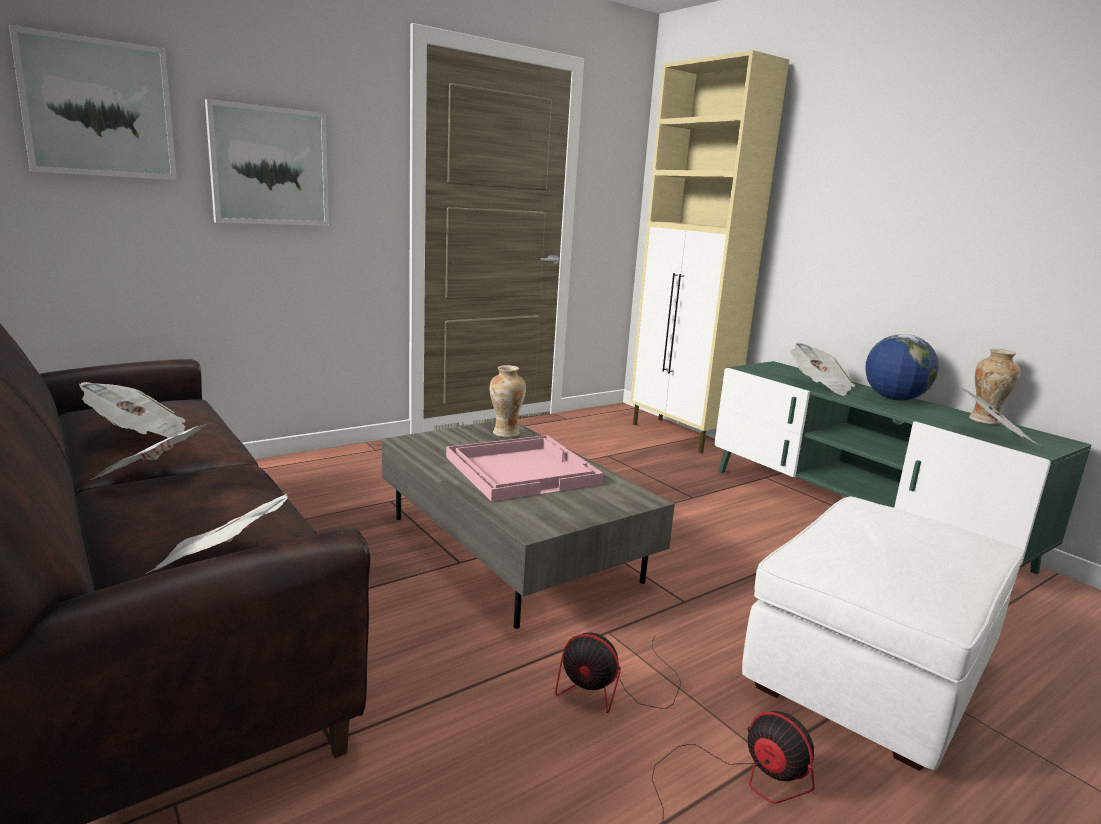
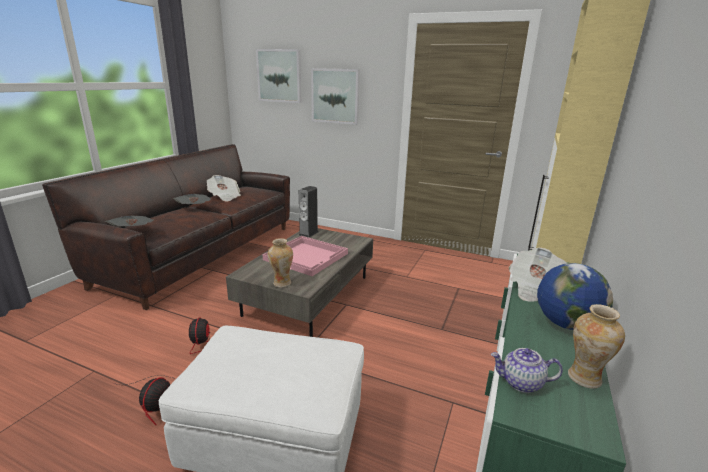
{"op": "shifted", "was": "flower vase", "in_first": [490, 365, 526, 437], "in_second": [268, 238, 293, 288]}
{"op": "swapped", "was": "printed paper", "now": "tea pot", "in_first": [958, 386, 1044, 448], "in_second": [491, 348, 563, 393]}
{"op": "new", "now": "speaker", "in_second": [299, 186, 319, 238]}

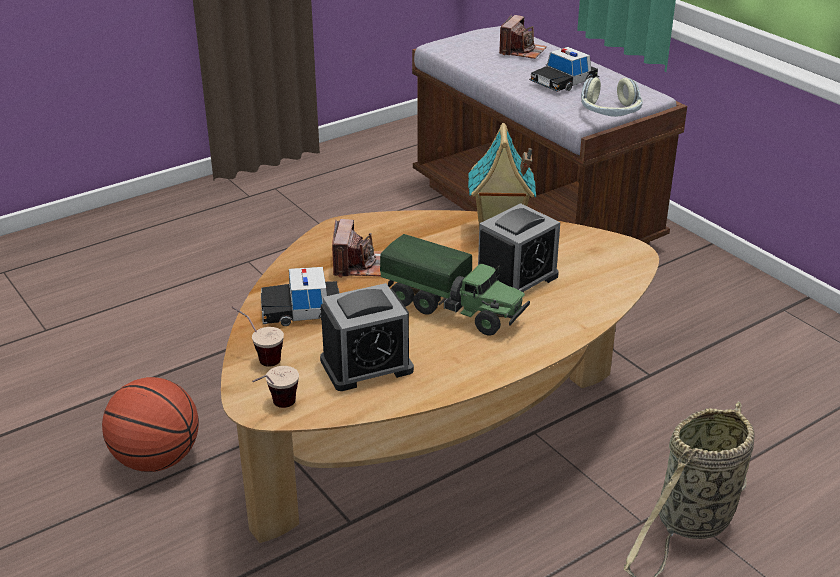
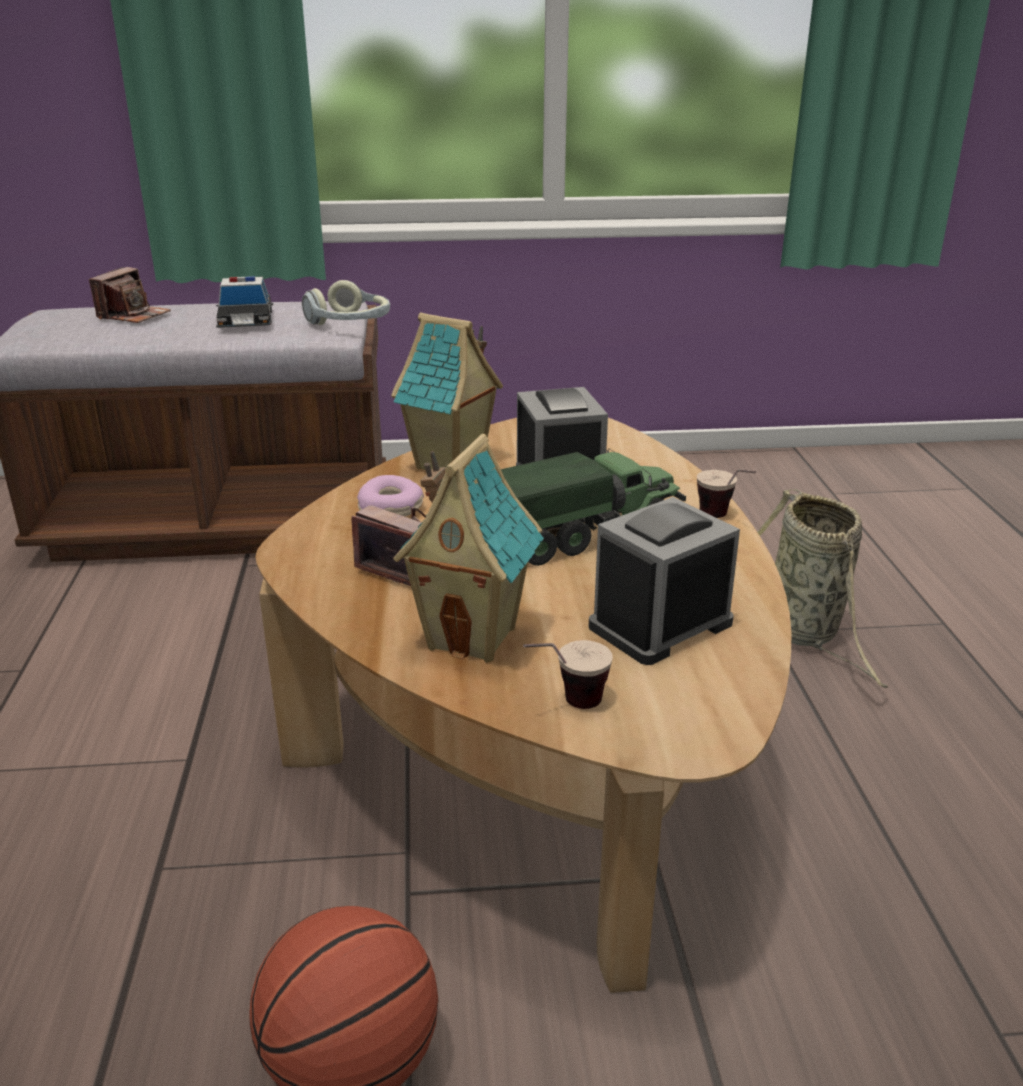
{"op": "rotated", "was": "still camera", "in_first": [499, 15, 547, 59], "in_second": [89, 267, 171, 323], "clockwise": 60}
{"op": "swapped", "was": "model car", "now": "miniature house", "in_first": [261, 267, 339, 326], "in_second": [393, 434, 544, 663]}
{"op": "rotated", "was": "bedside clock", "in_first": [320, 283, 414, 391], "in_second": [589, 497, 740, 665], "clockwise": -135}
{"op": "shifted", "was": "small cup", "in_first": [252, 366, 299, 408], "in_second": [697, 469, 756, 518]}
{"op": "new", "now": "donut", "in_second": [357, 475, 424, 517]}

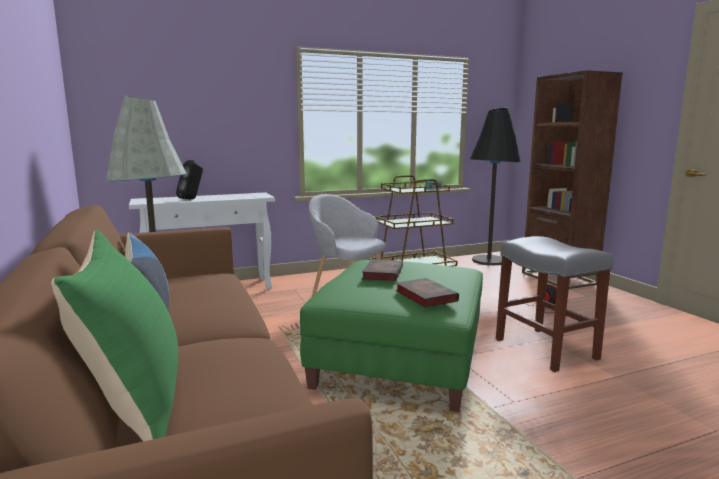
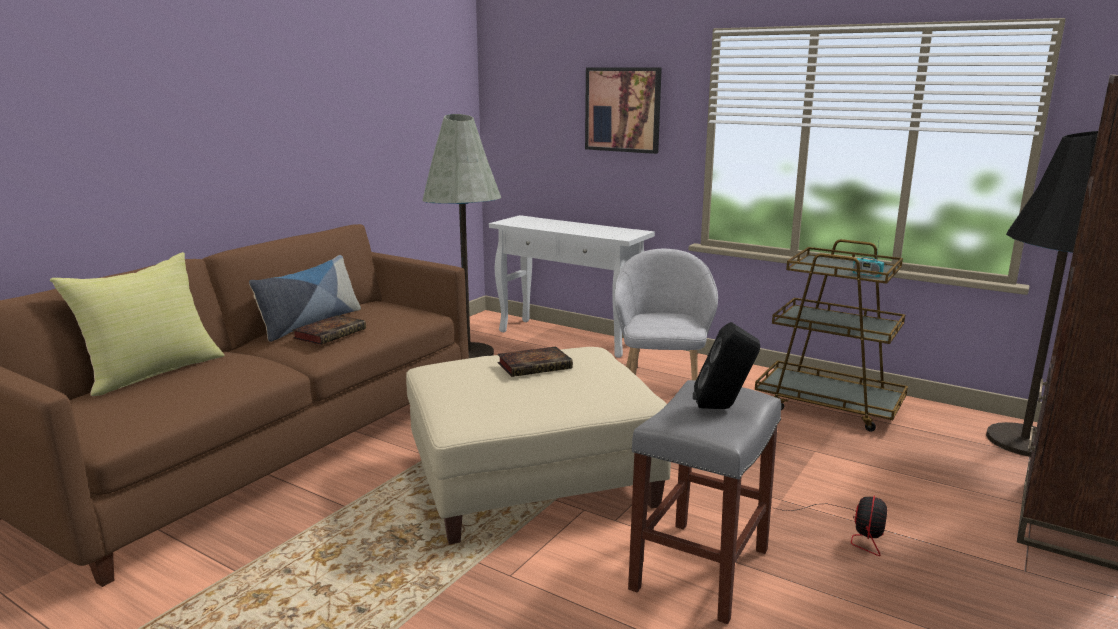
{"op": "shifted", "was": "black speaker", "in_first": [176, 160, 203, 200], "in_second": [693, 322, 760, 409]}
{"op": "repainted", "was": "green-coloured cushion", "now": "yellow cushion", "in_first": [51, 230, 178, 441], "in_second": [50, 252, 224, 396]}
{"op": "repainted", "was": "green-coloured footrest", "now": "beige footrest", "in_first": [300, 260, 483, 412], "in_second": [406, 347, 671, 544]}
{"op": "shifted", "was": "bound book", "in_first": [396, 278, 459, 308], "in_second": [292, 315, 366, 345]}
{"op": "new", "now": "picture", "in_second": [585, 67, 662, 154]}

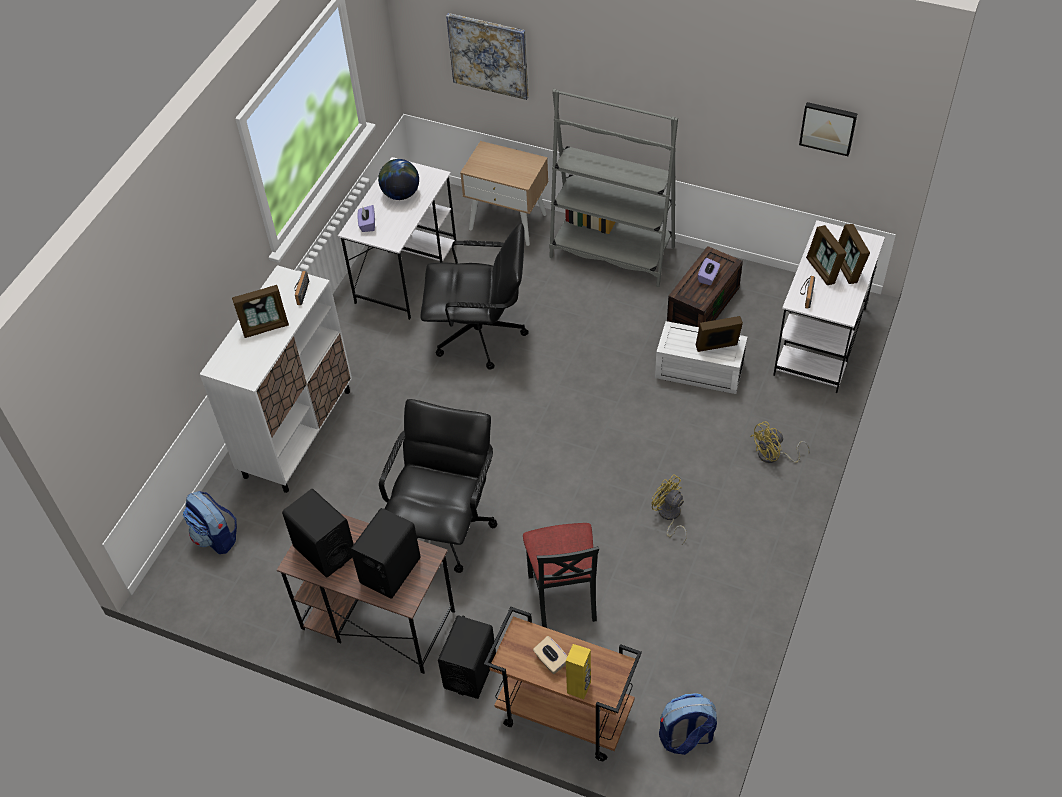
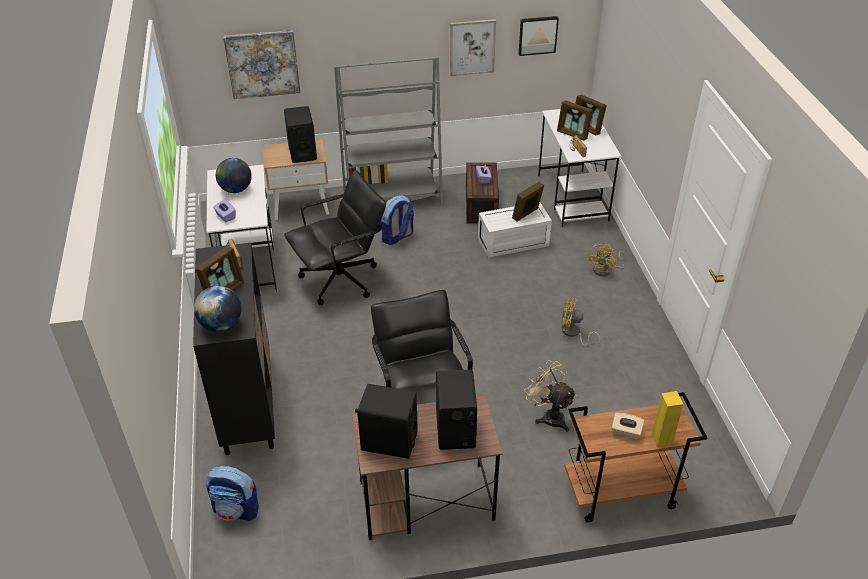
{"op": "repainted", "was": "white cabinet", "now": "black cabinet", "in_first": [200, 265, 352, 493], "in_second": [193, 243, 275, 455]}
{"op": "swapped", "was": "black chair", "now": "beige electric fan", "in_first": [523, 523, 599, 628], "in_second": [524, 360, 577, 432]}
{"op": "shifted", "was": "black speaker", "in_first": [438, 615, 496, 699], "in_second": [284, 106, 317, 163]}
{"op": "shifted", "was": "backpack", "in_first": [659, 693, 717, 755], "in_second": [381, 195, 414, 245]}
{"op": "new", "now": "picture", "in_second": [450, 19, 496, 76]}
{"op": "new", "now": "world globe", "in_second": [194, 286, 241, 332]}

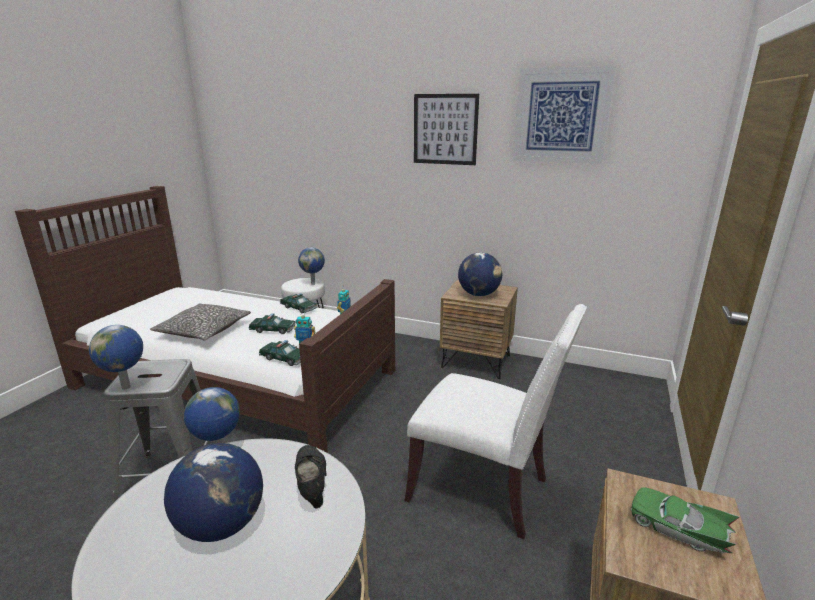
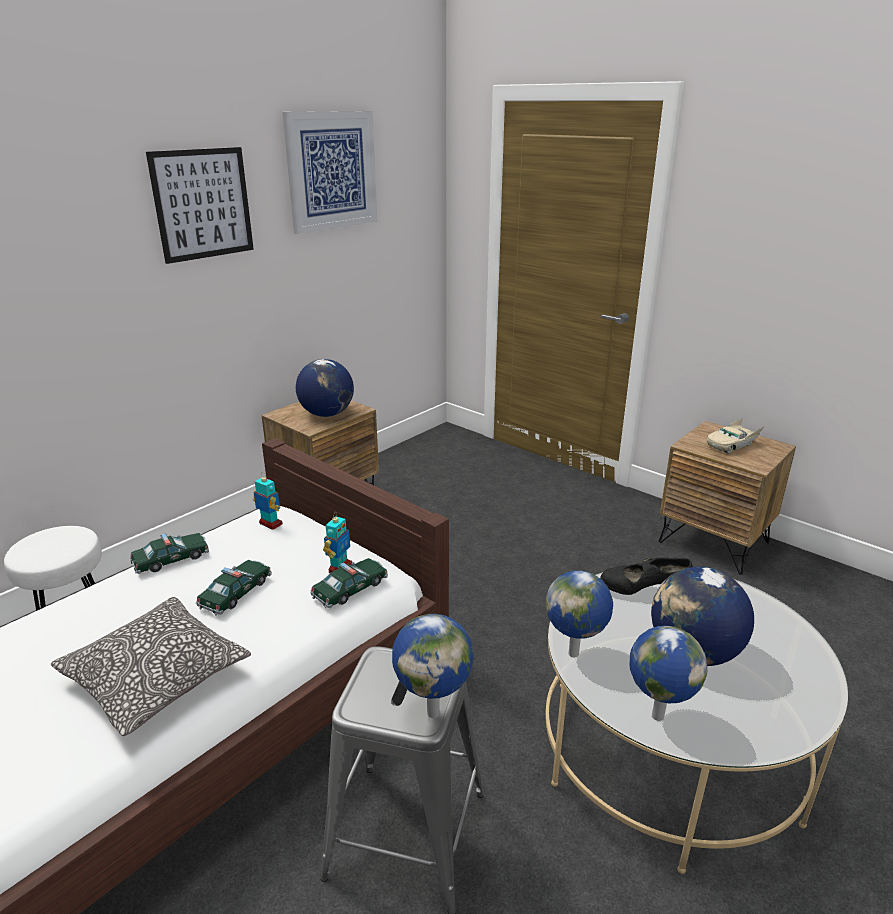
{"op": "shifted", "was": "world globe", "in_first": [298, 247, 325, 285], "in_second": [629, 626, 707, 721]}
{"op": "gone", "was": "white chair", "in_first": [404, 304, 587, 539]}
{"op": "repainted", "was": "green-coloured model car", "now": "beige model car", "in_first": [631, 487, 739, 553], "in_second": [707, 418, 764, 453]}

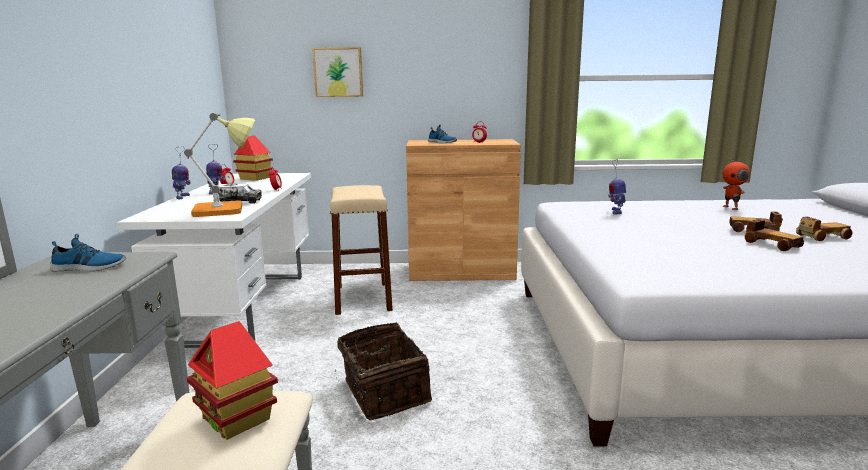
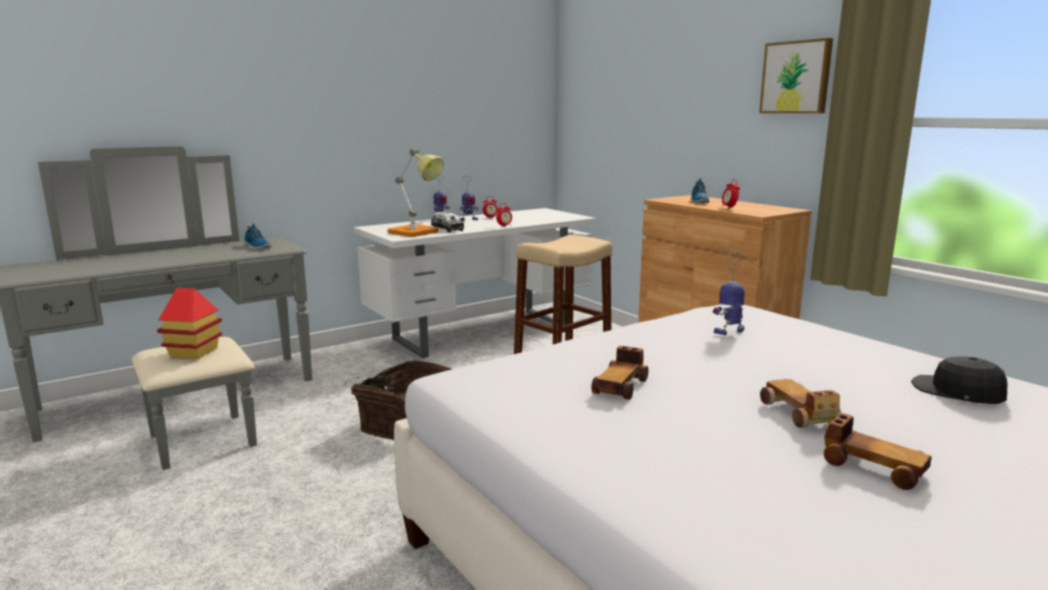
{"op": "shifted", "was": "picture", "in_first": [312, 47, 363, 97], "in_second": [759, 38, 833, 113]}
{"op": "gone", "was": "miniature house", "in_first": [233, 136, 273, 181]}
{"op": "swapped", "was": "model robot", "now": "black baseball cap", "in_first": [723, 157, 750, 210], "in_second": [911, 356, 1007, 404]}
{"op": "shifted", "was": "model car", "in_first": [745, 219, 804, 251], "in_second": [591, 346, 648, 400]}

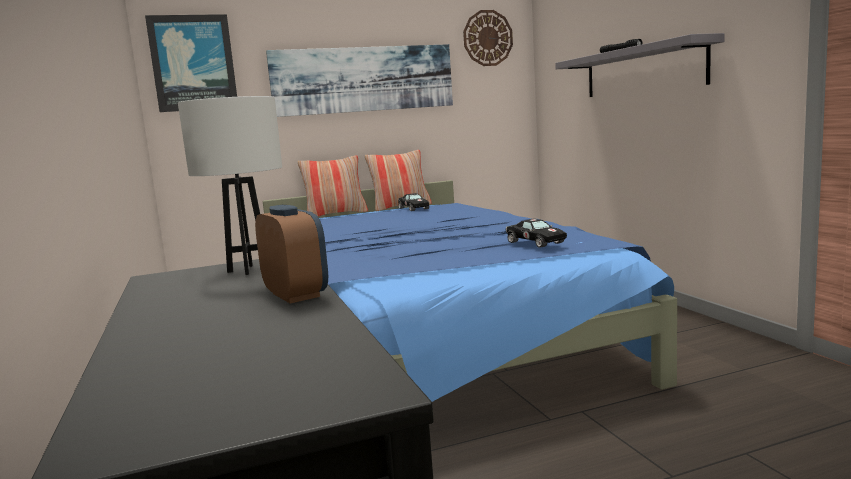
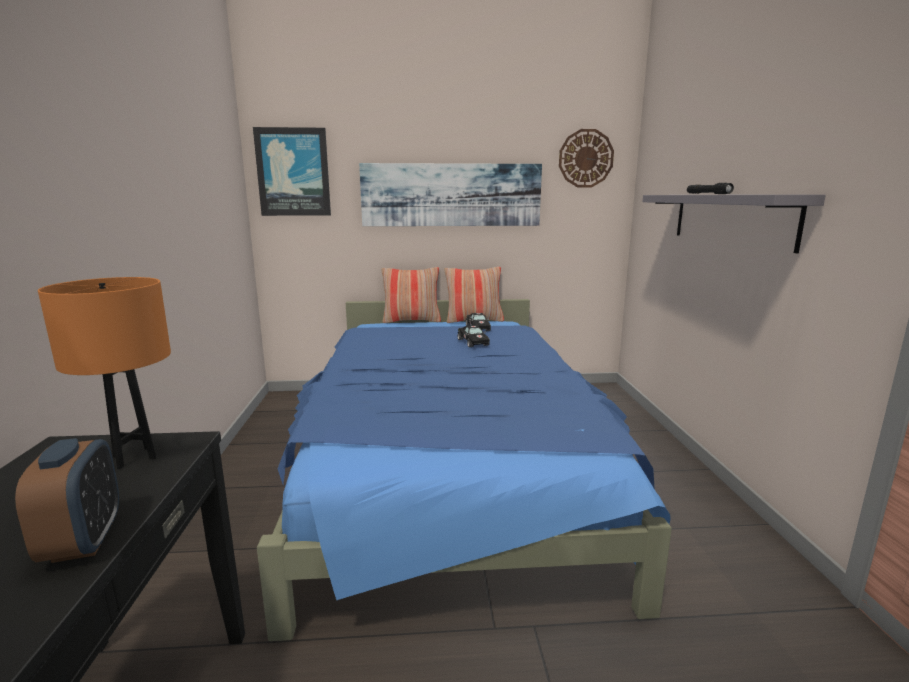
{"op": "repainted", "was": "white table lamp", "now": "orange table lamp", "in_first": [178, 96, 282, 275], "in_second": [38, 277, 171, 469]}
{"op": "shifted", "was": "black model car", "in_first": [506, 219, 567, 248], "in_second": [458, 325, 490, 347]}

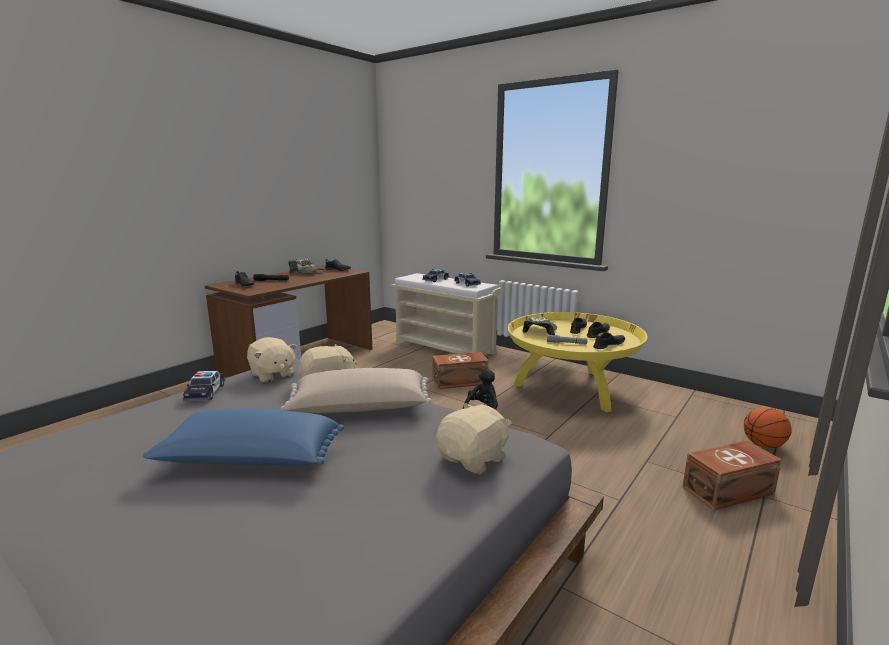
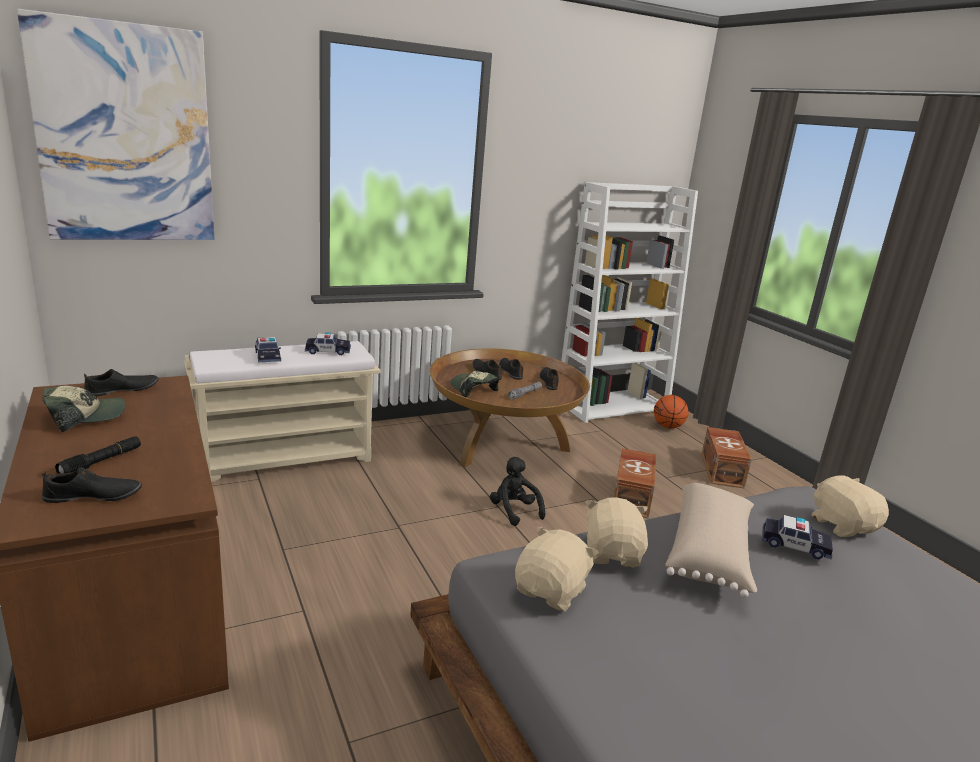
{"op": "repainted", "was": "yellow lounge table", "now": "brown lounge table", "in_first": [508, 312, 647, 412], "in_second": [430, 348, 590, 467]}
{"op": "rotated", "was": "beige cuddly toy", "in_first": [247, 337, 296, 383], "in_second": [515, 526, 599, 612], "clockwise": -45}
{"op": "shifted", "was": "brown storage container", "in_first": [432, 352, 489, 389], "in_second": [614, 448, 656, 518]}
{"op": "shifted", "was": "model car", "in_first": [183, 371, 225, 401], "in_second": [762, 515, 833, 560]}
{"op": "gone", "was": "blue-coloured cushion", "in_first": [143, 409, 344, 465]}
{"op": "new", "now": "picture", "in_second": [17, 9, 215, 240]}
{"op": "new", "now": "white bookcase", "in_second": [561, 182, 698, 423]}

